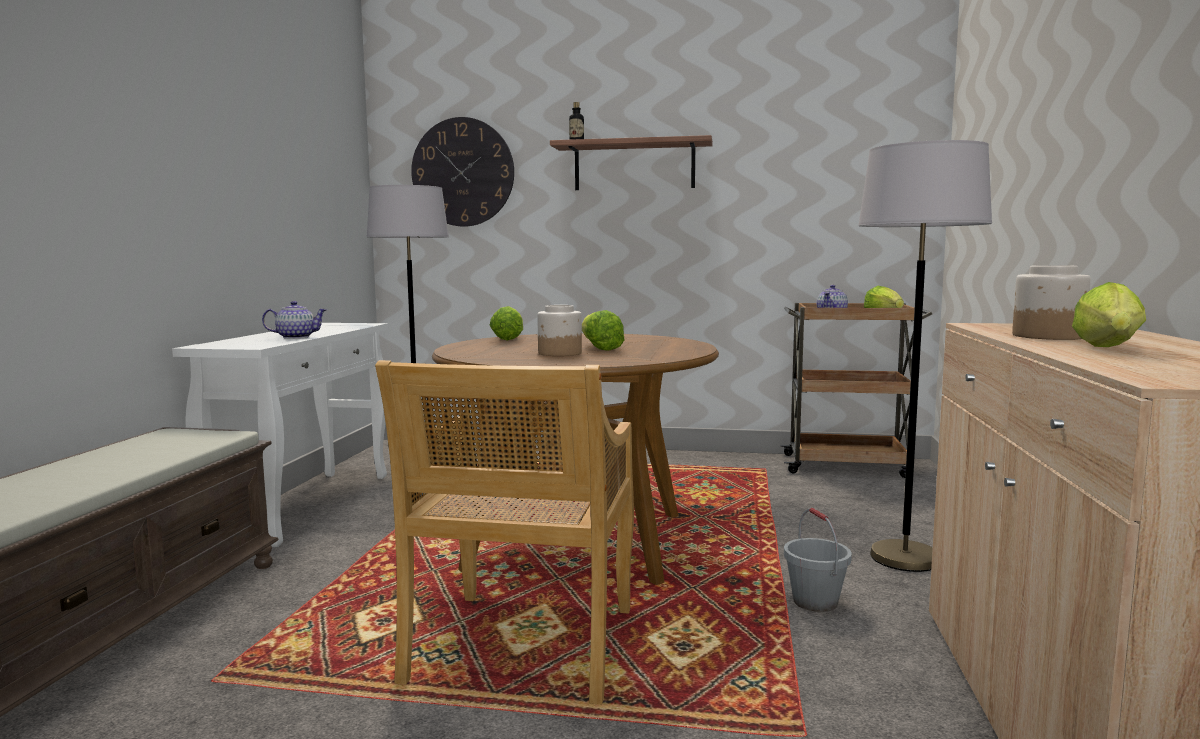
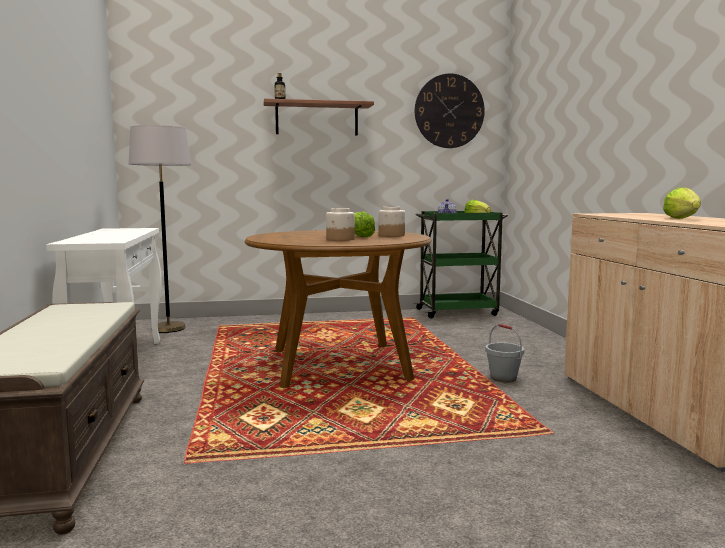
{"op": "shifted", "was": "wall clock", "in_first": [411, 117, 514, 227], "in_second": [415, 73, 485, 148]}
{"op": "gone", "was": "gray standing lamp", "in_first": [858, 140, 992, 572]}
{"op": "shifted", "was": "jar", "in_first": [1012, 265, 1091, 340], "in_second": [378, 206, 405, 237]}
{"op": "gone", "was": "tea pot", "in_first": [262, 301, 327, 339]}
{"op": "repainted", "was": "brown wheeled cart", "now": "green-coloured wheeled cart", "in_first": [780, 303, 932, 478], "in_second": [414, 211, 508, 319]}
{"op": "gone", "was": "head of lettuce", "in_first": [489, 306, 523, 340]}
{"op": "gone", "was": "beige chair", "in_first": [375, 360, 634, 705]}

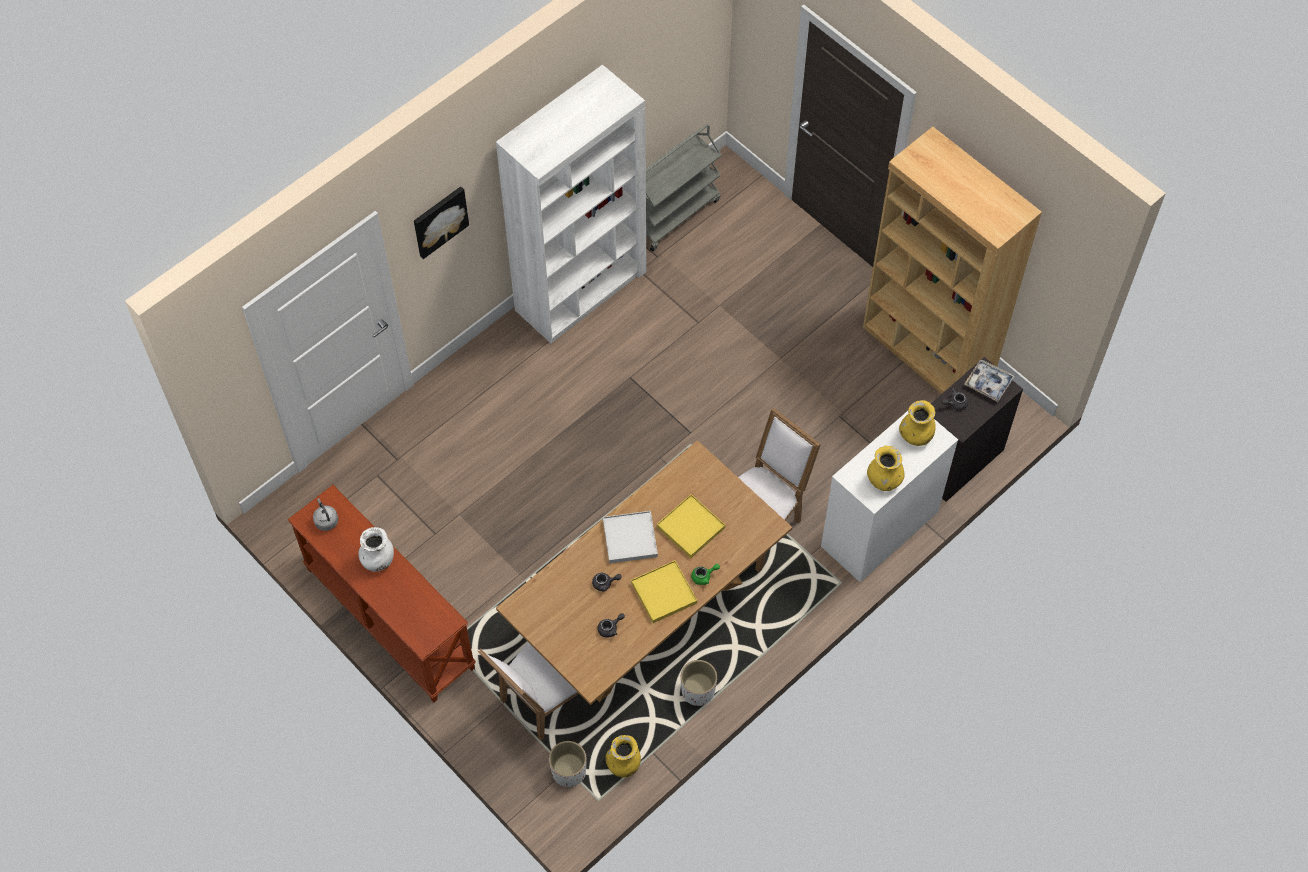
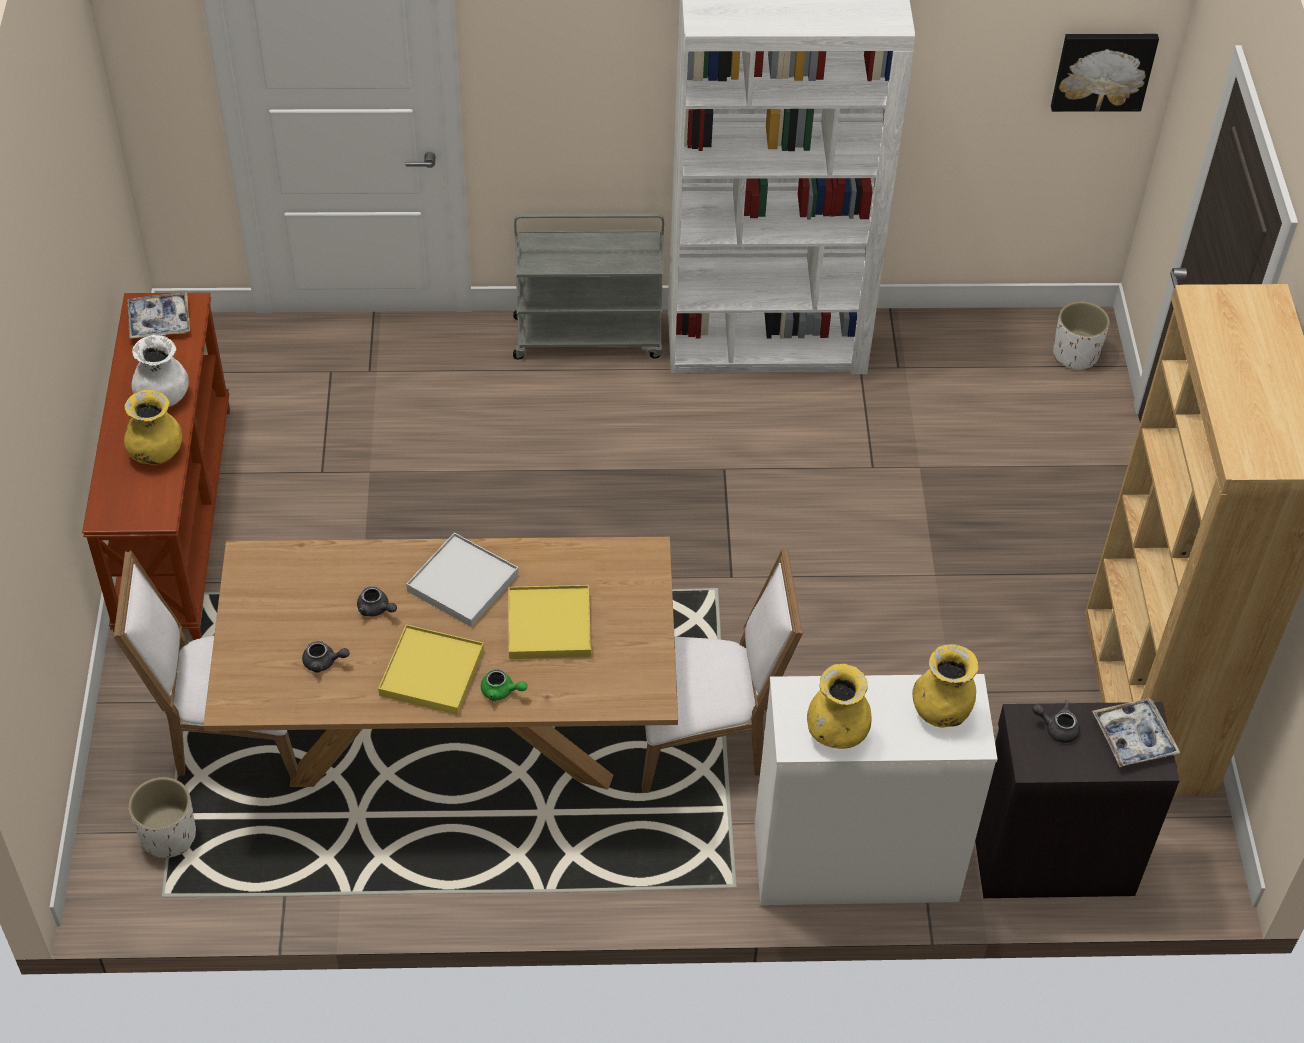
{"op": "shifted", "was": "gray wheeled cart", "in_first": [646, 124, 721, 251], "in_second": [513, 213, 664, 359]}
{"op": "shifted", "was": "picture", "in_first": [414, 186, 469, 259], "in_second": [1051, 34, 1159, 112]}
{"op": "swapped", "was": "gray water kettle", "now": "carrying tray", "in_first": [313, 498, 338, 531], "in_second": [127, 292, 190, 339]}
{"op": "shifted", "was": "white flower pot", "in_first": [680, 660, 717, 706], "in_second": [1053, 301, 1110, 370]}
{"op": "shifted", "was": "yellow flower vase", "in_first": [605, 735, 641, 778], "in_second": [124, 390, 182, 465]}

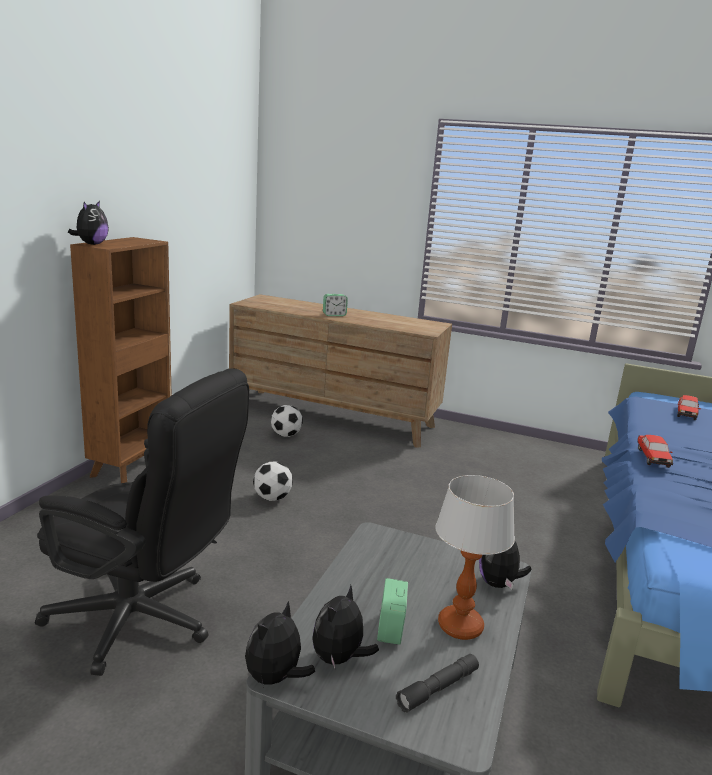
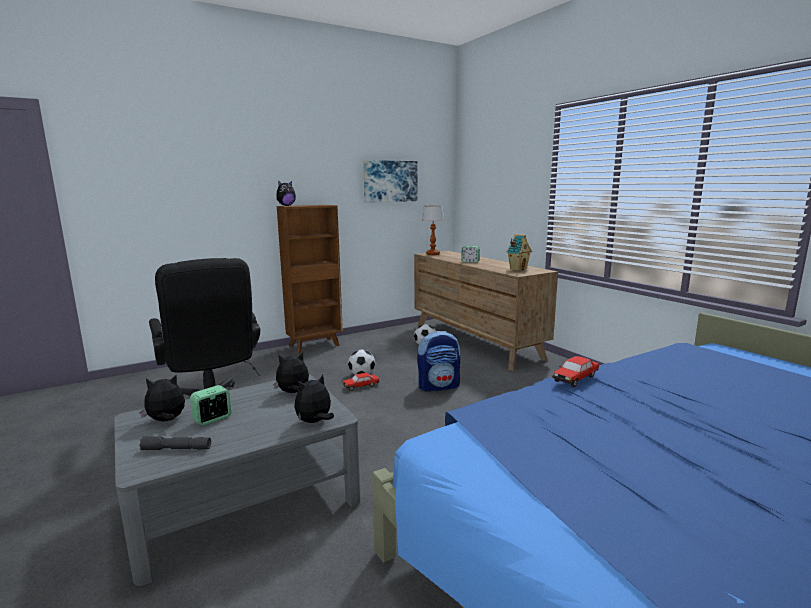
{"op": "shifted", "was": "model car", "in_first": [677, 395, 701, 420], "in_second": [343, 373, 379, 391]}
{"op": "shifted", "was": "table lamp", "in_first": [435, 475, 515, 640], "in_second": [421, 206, 445, 255]}
{"op": "shifted", "was": "cuddly toy", "in_first": [245, 600, 315, 688], "in_second": [274, 352, 309, 393]}
{"op": "new", "now": "picture", "in_second": [363, 160, 418, 203]}
{"op": "new", "now": "miniature house", "in_second": [506, 234, 532, 271]}
{"op": "new", "now": "backpack", "in_second": [417, 331, 460, 391]}

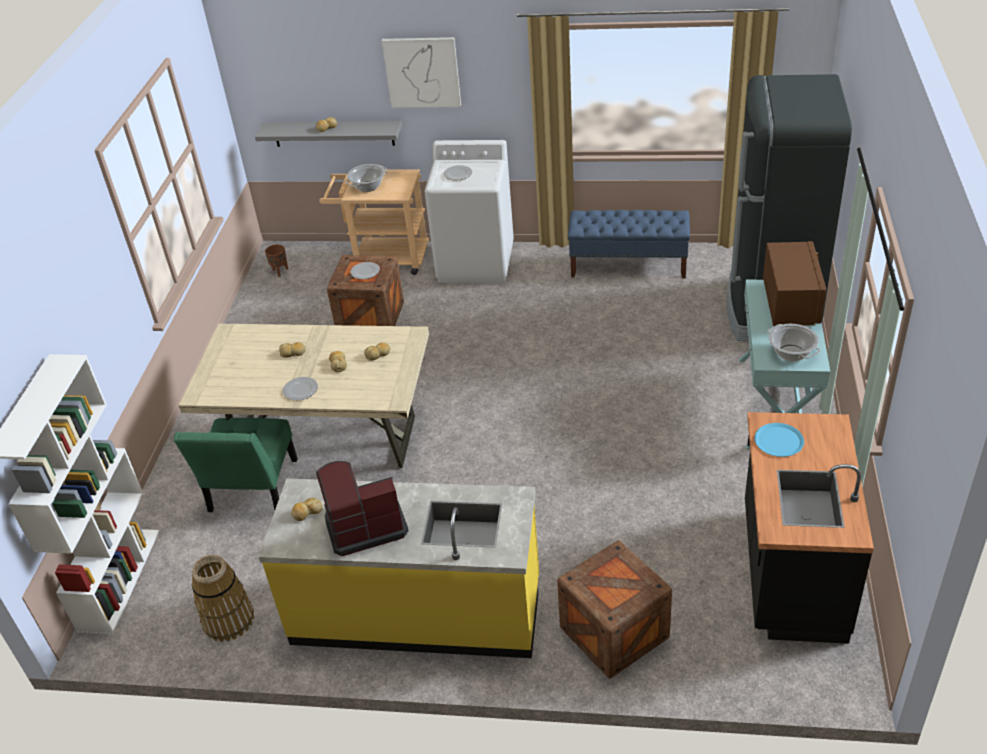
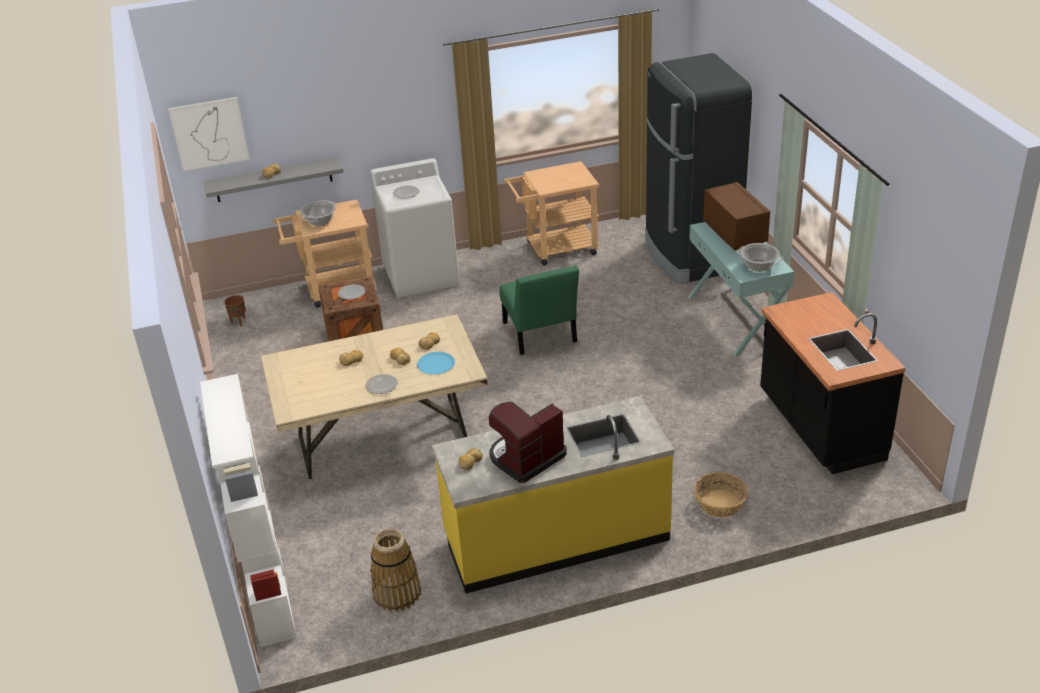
{"op": "shifted", "was": "picture", "in_first": [382, 37, 461, 108], "in_second": [168, 97, 250, 171]}
{"op": "swapped", "was": "blue-coloured long seat", "now": "beige wheeled cart", "in_first": [568, 210, 690, 279], "in_second": [504, 161, 599, 266]}
{"op": "shifted", "was": "green-coloured chair", "in_first": [173, 418, 298, 512], "in_second": [499, 265, 579, 355]}
{"op": "shifted", "was": "blue-coloured plate", "in_first": [754, 423, 804, 457], "in_second": [417, 352, 455, 375]}
{"op": "swapped", "was": "crate", "now": "household basket", "in_first": [557, 540, 672, 679], "in_second": [694, 472, 748, 518]}

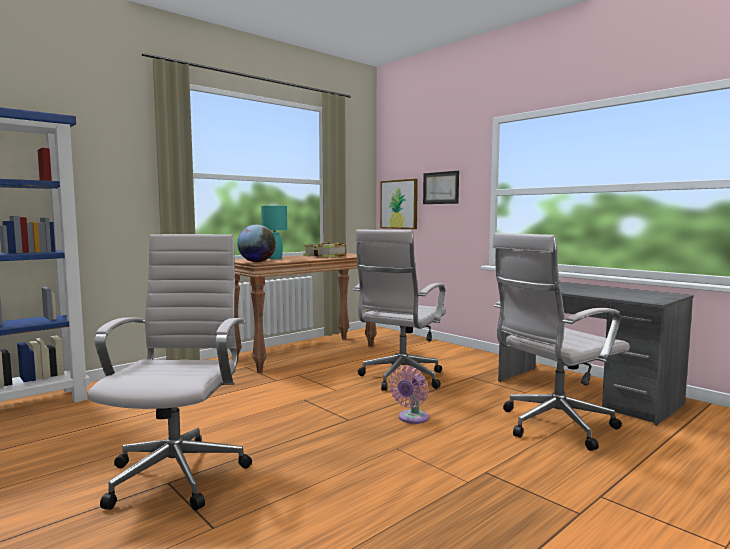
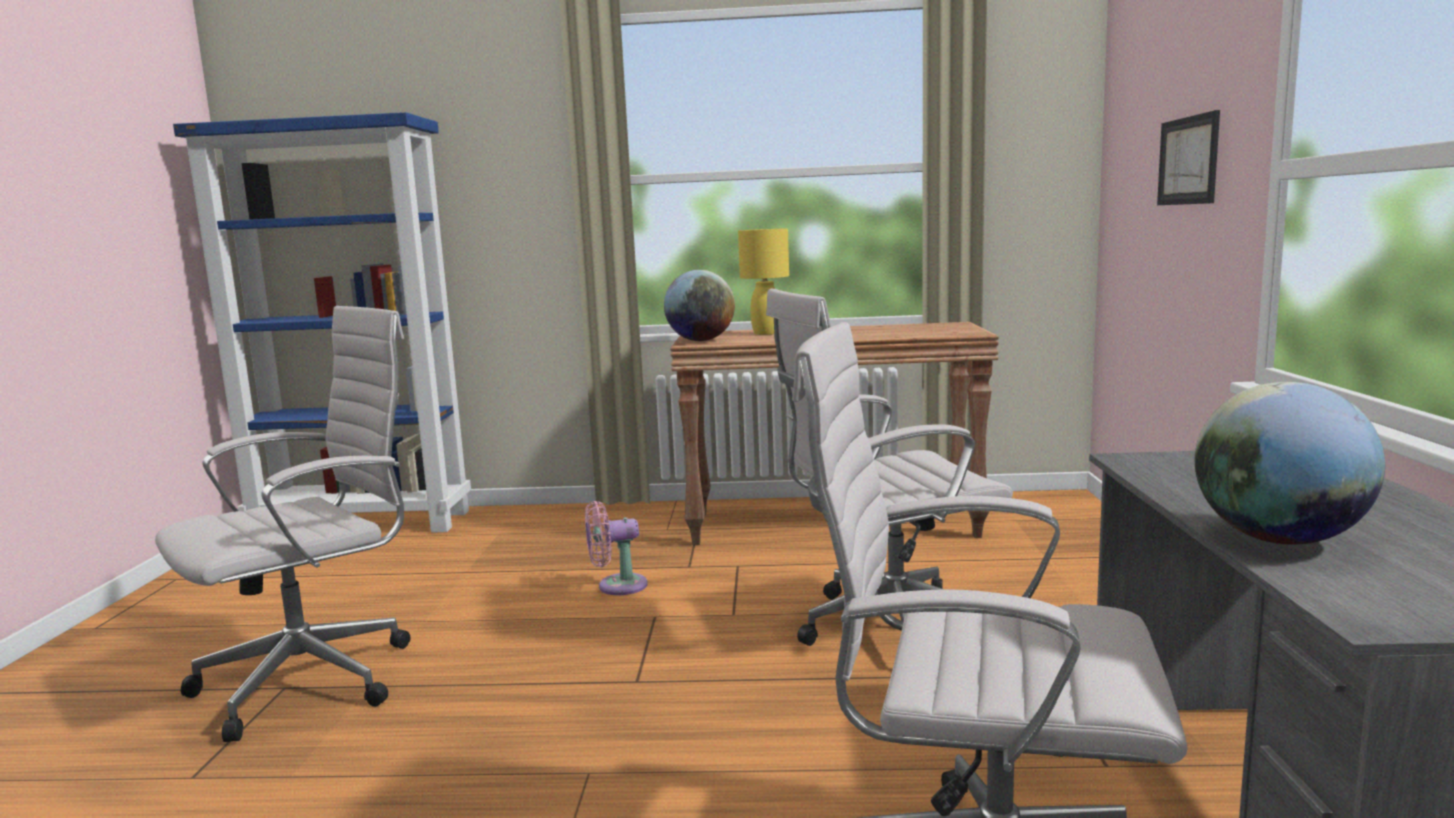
{"op": "gone", "was": "picture", "in_first": [380, 179, 418, 229]}
{"op": "repainted", "was": "turquoise table lamp", "now": "yellow table lamp", "in_first": [261, 206, 287, 259], "in_second": [738, 228, 789, 335]}
{"op": "gone", "was": "bound book", "in_first": [303, 242, 347, 258]}
{"op": "shifted", "was": "pinkish electric fan", "in_first": [389, 366, 429, 424], "in_second": [585, 501, 648, 595]}
{"op": "new", "now": "world globe", "in_second": [1195, 382, 1385, 545]}

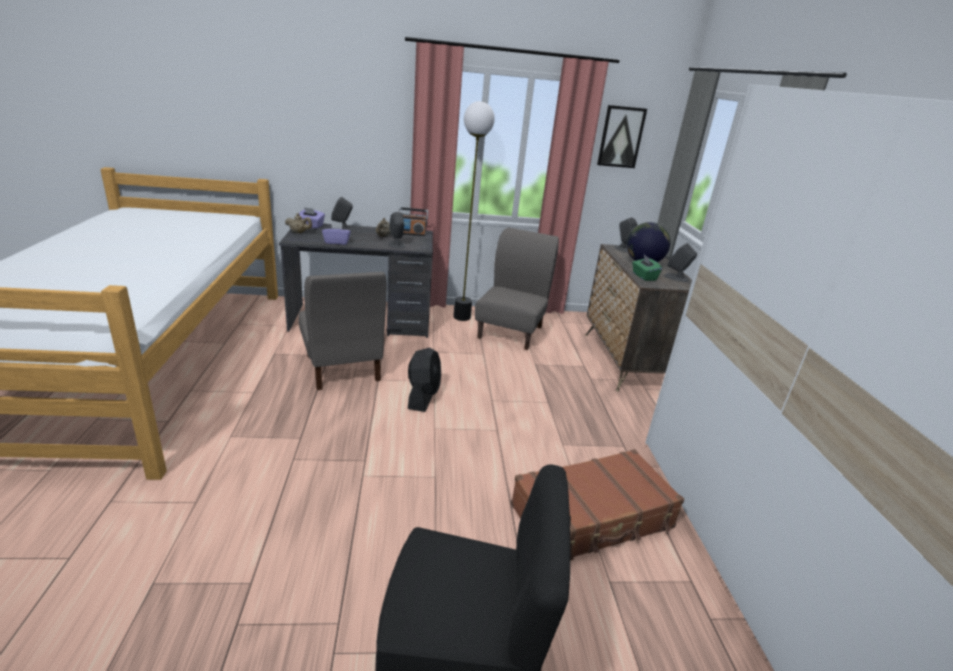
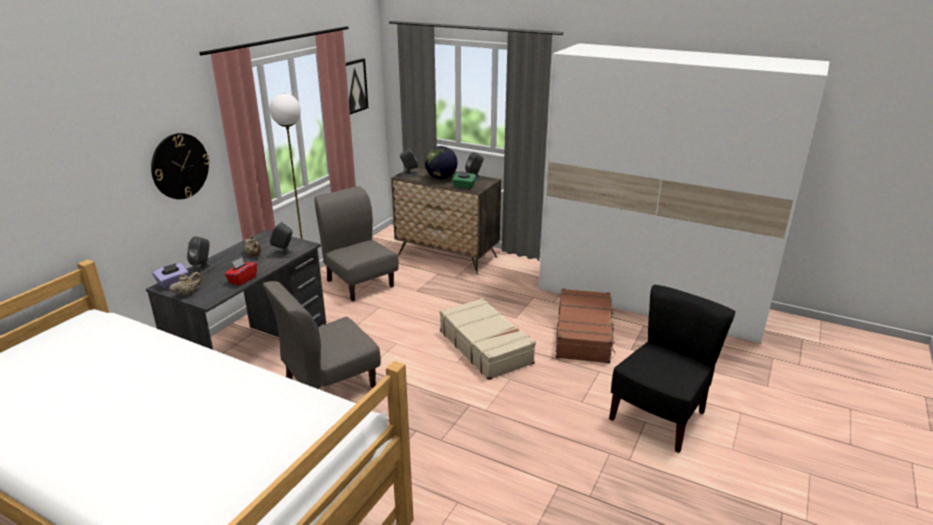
{"op": "gone", "was": "radio receiver", "in_first": [398, 207, 428, 236]}
{"op": "repainted", "was": "purple-coloured tissue holder", "now": "reddish tissue holder", "in_first": [322, 221, 351, 245], "in_second": [225, 257, 257, 286]}
{"op": "rotated", "was": "gray chair", "in_first": [299, 272, 387, 390], "in_second": [262, 281, 381, 389], "clockwise": 135}
{"op": "gone", "was": "black electric fan", "in_first": [408, 347, 441, 412]}
{"op": "new", "now": "wall clock", "in_second": [151, 133, 210, 199]}
{"op": "new", "now": "beige piece of luggage", "in_second": [440, 298, 536, 380]}

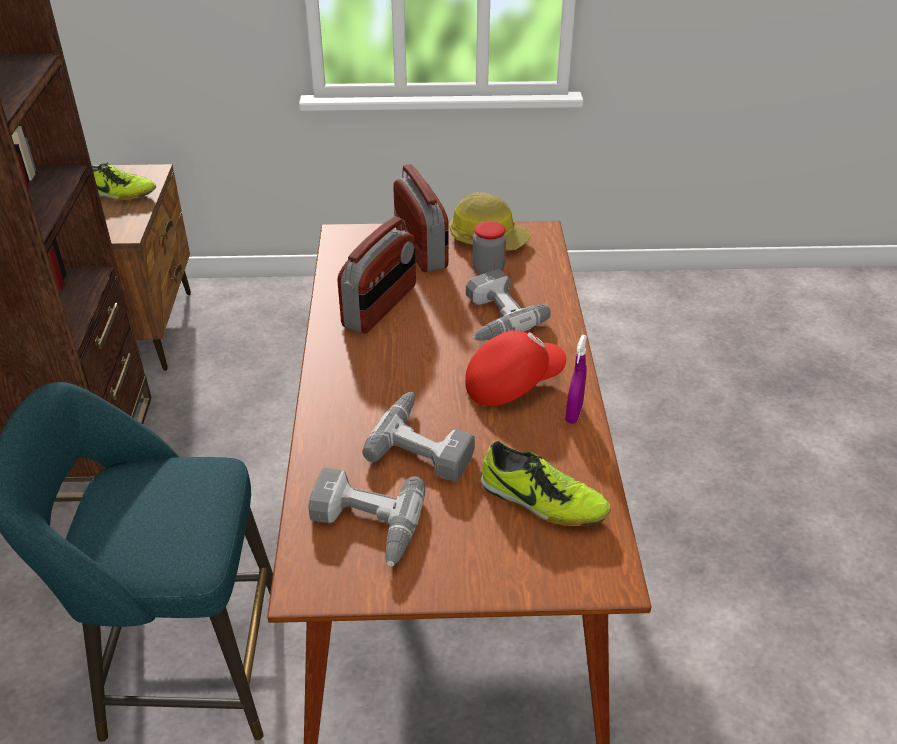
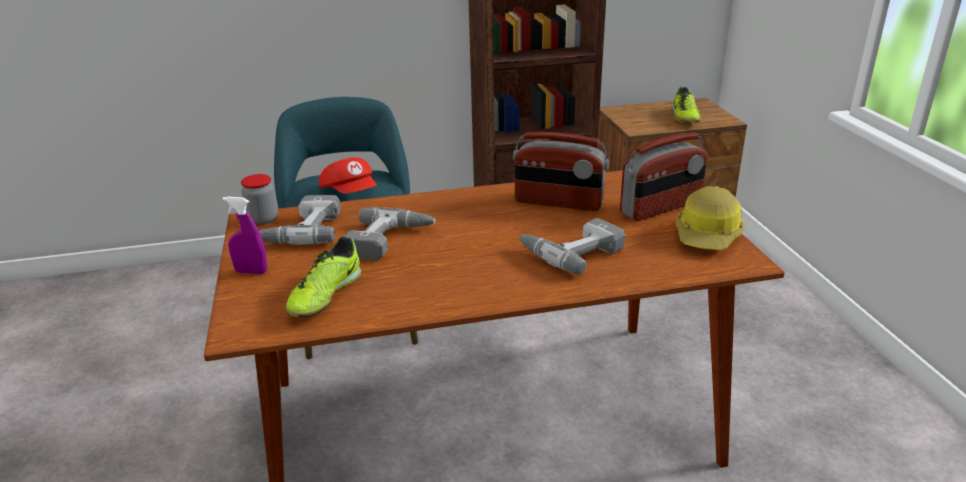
{"op": "shifted", "was": "jar", "in_first": [473, 221, 506, 275], "in_second": [241, 174, 278, 225]}
{"op": "shifted", "was": "reddish baseball cap", "in_first": [465, 330, 566, 406], "in_second": [319, 157, 377, 194]}
{"op": "shifted", "was": "purple-coloured spray bottle", "in_first": [566, 335, 587, 424], "in_second": [223, 197, 267, 274]}

